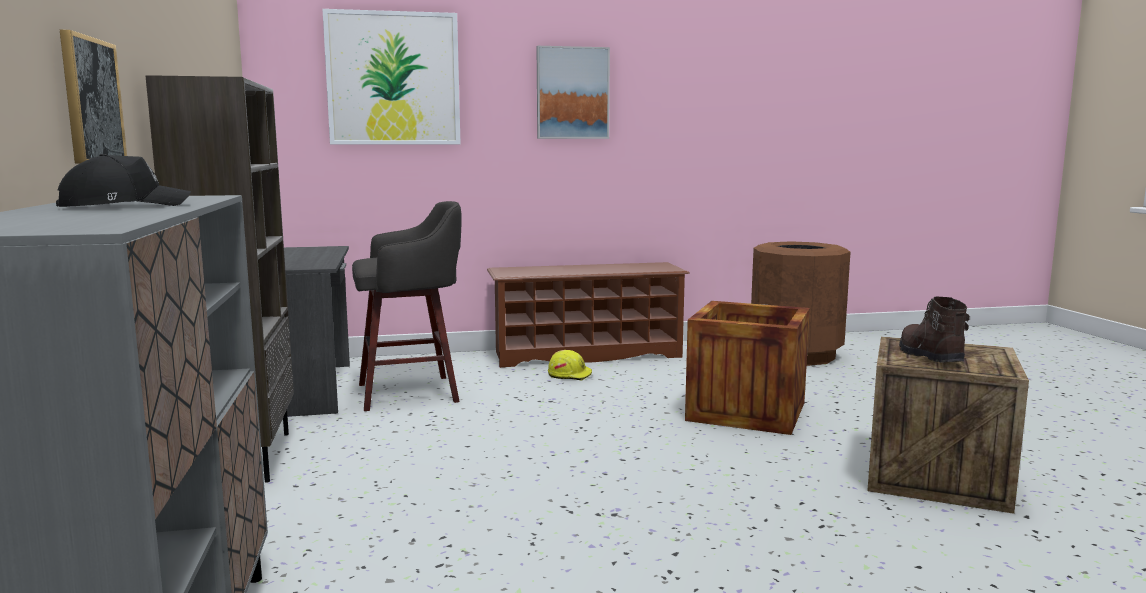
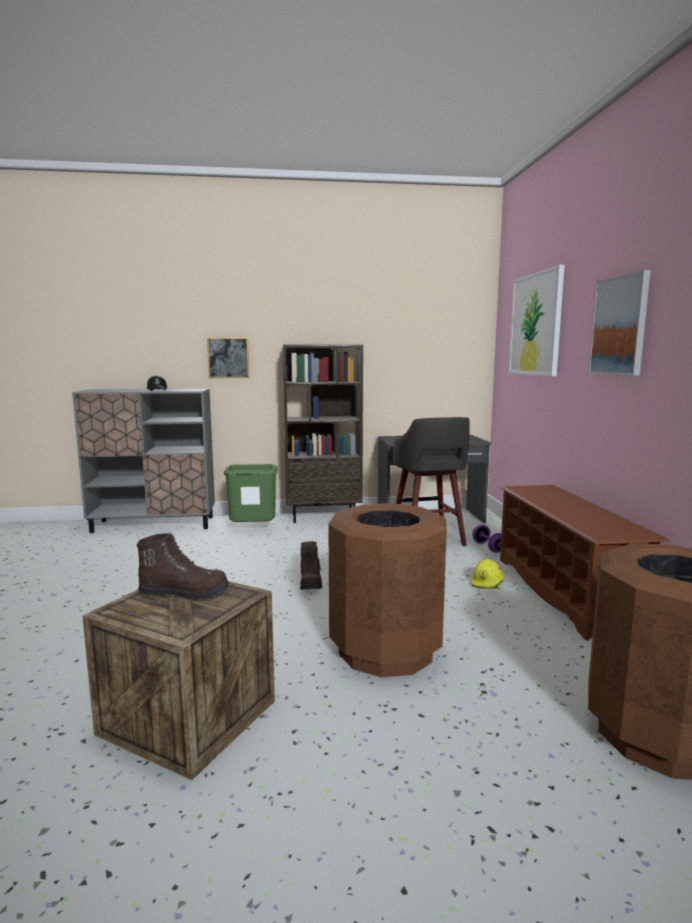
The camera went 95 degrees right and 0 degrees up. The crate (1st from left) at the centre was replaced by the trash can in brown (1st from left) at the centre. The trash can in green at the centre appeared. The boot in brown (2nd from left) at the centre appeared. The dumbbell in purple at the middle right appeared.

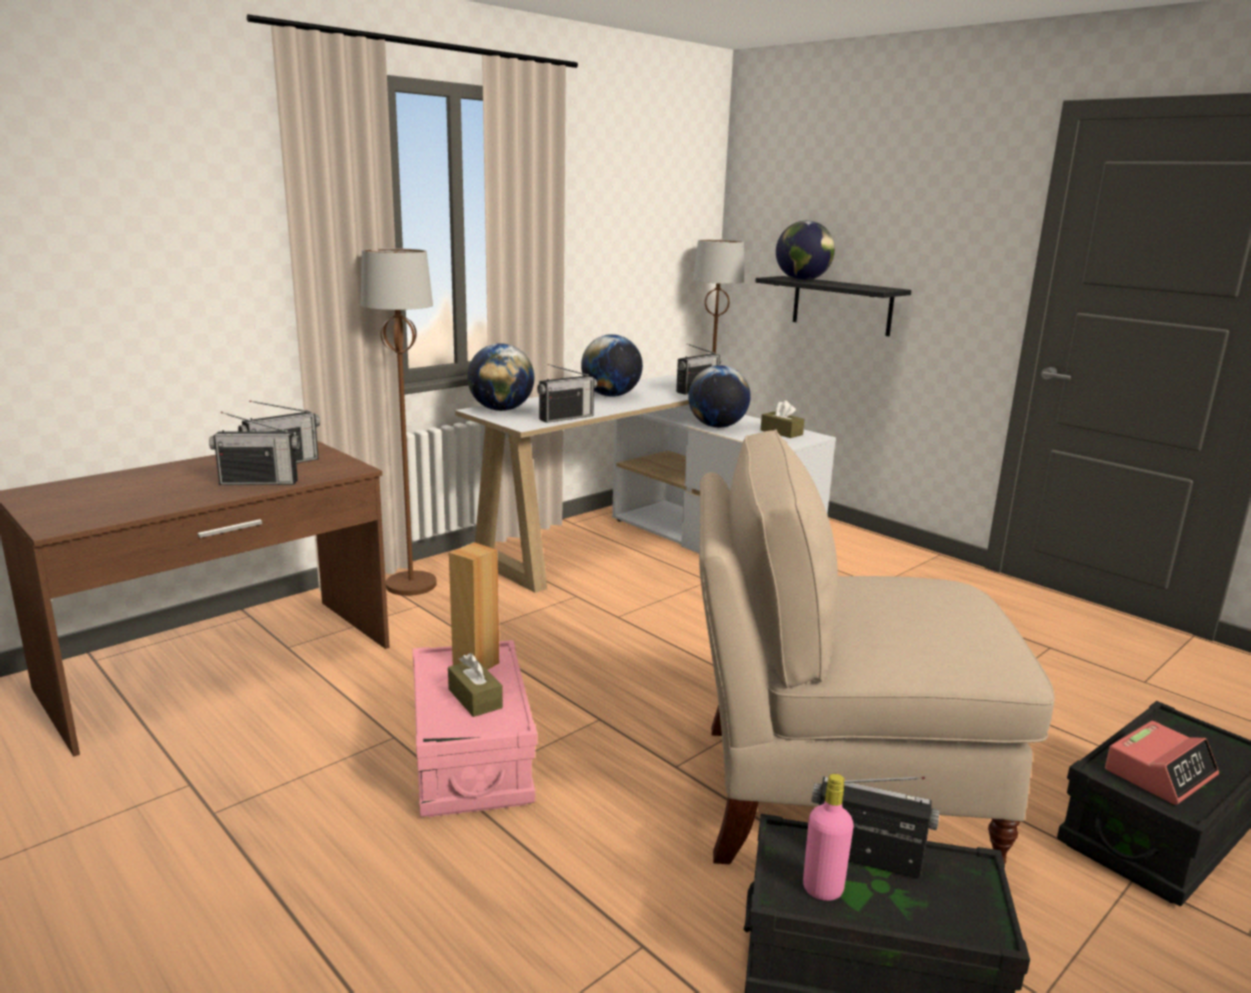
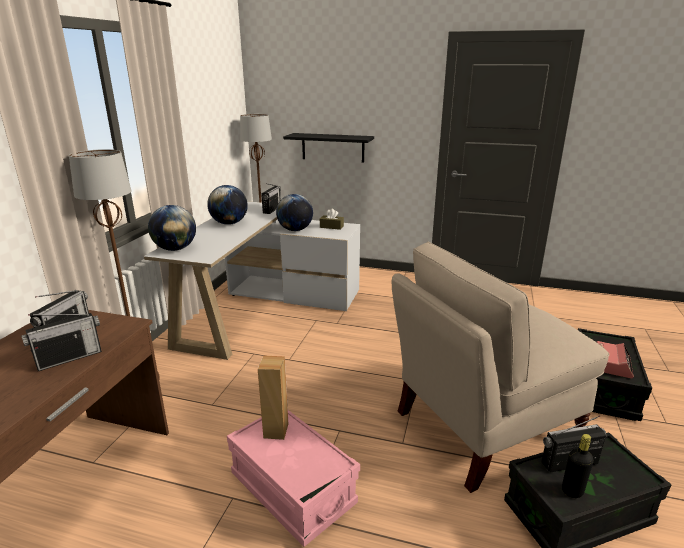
The camera went 30 degrees left and 5 degrees up. The tissue box in brown (1st from left) at the bottom centre disappeared. The radio (3rd from left) at the centre disappeared. The globe (4th from left) at the top centre disappeared. The bottle in pink at the bottom centre became the bottle in black at the bottom right.

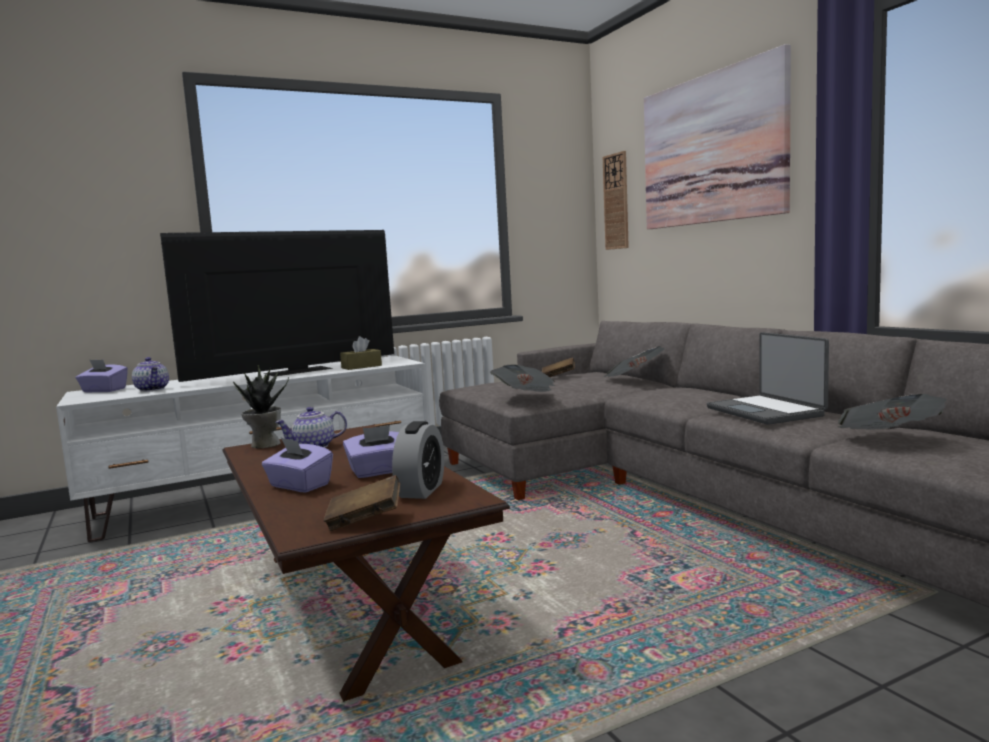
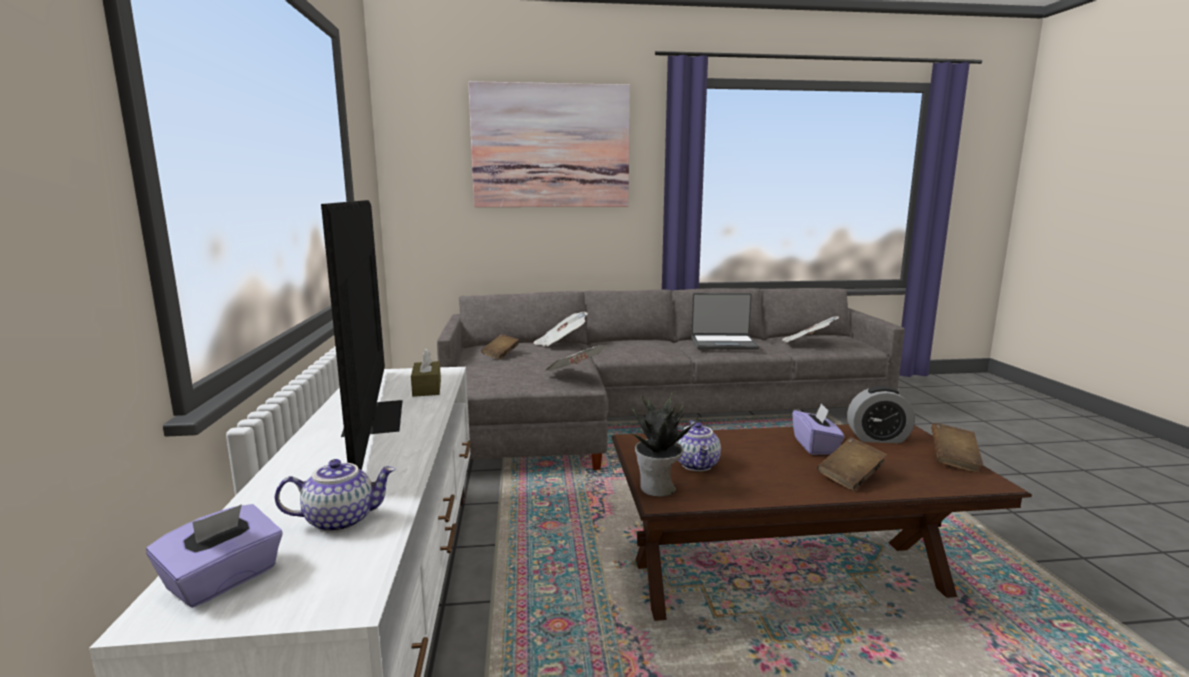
The camera went 70 degrees left and 5 degrees up. The tissue box in purple (2nd from left) at the middle left was replaced by the book in brown (2nd from left) at the bottom right. The alarm clock at the centre turned 150 degrees clockwise. The wall clock at the top centre disappeared.

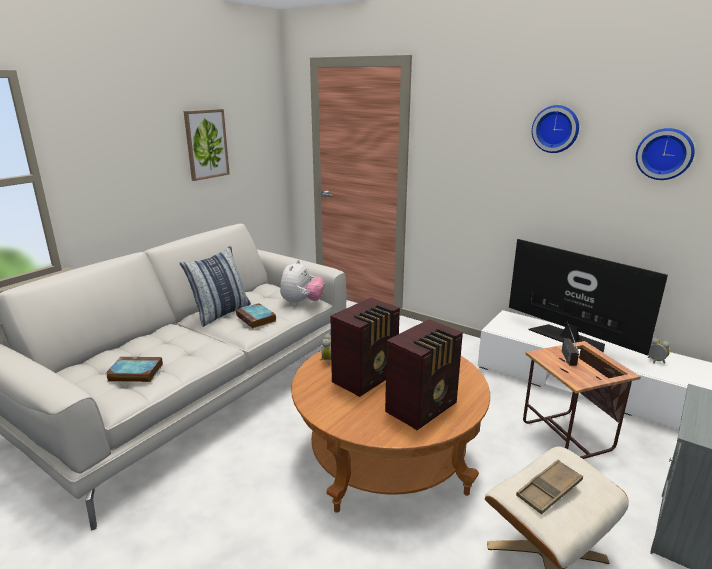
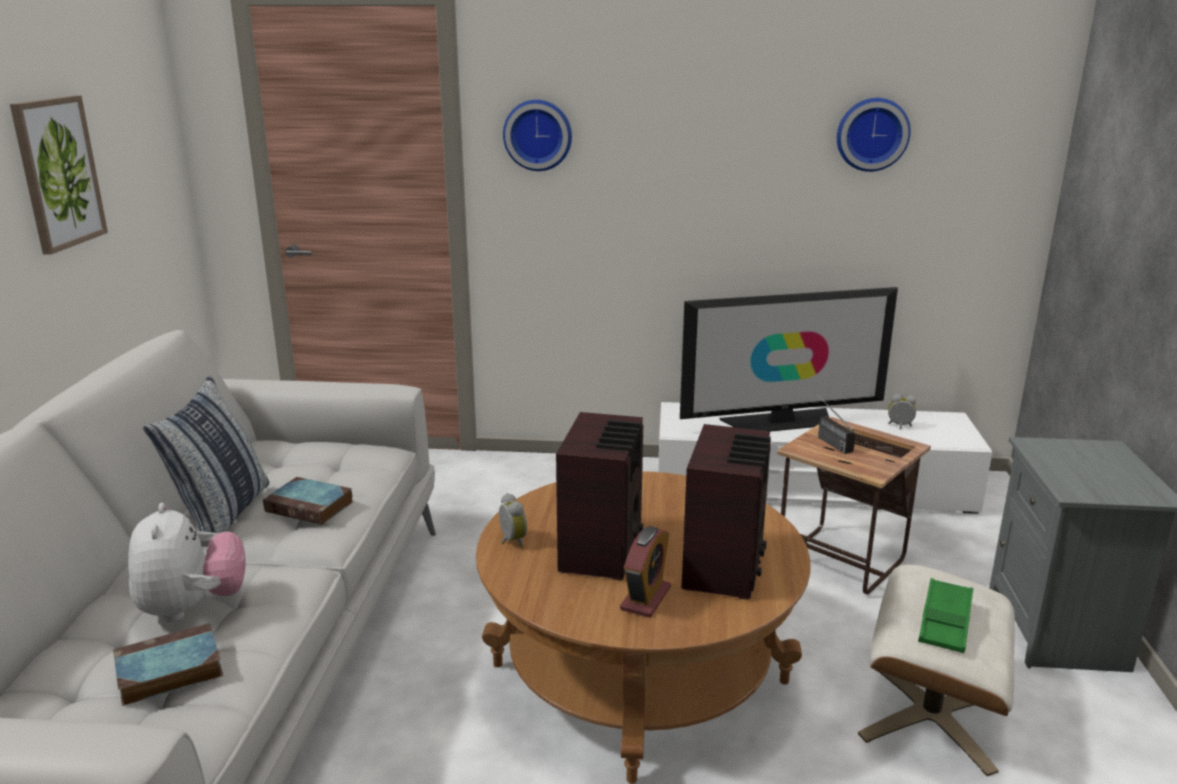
The camera went 30 degrees left and 0 degrees up. The plush toy moved from the centre to the bottom left. The television at the middle right turned 150 degrees clockwise. The tray in brown at the bottom right became the tray in green at the bottom right. The wall clock (1st from left) moved from the top right to the top centre. The alarm clock (2nd from left) at the bottom centre appeared.

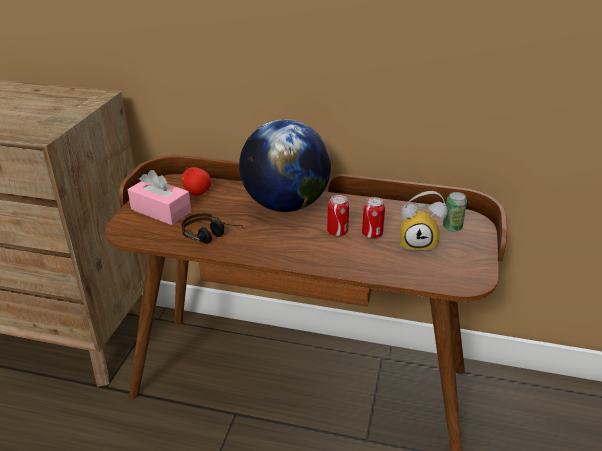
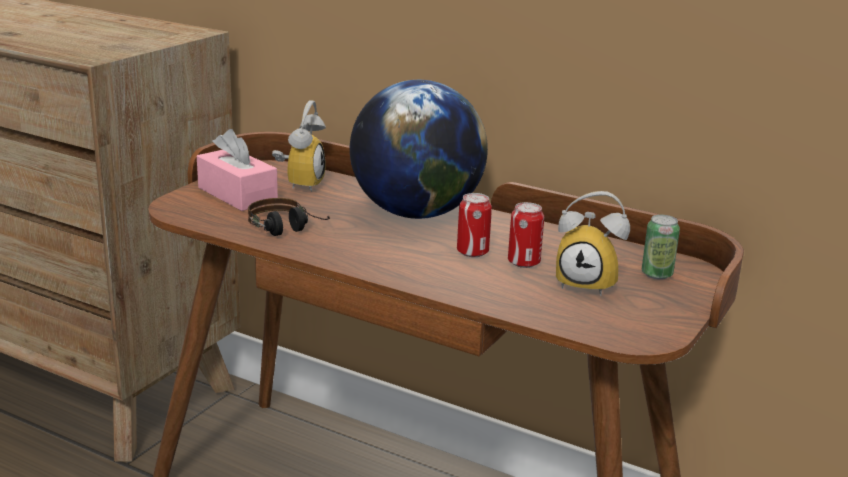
The camera went 15 degrees right and 10 degrees down. The apple at the middle left was replaced by the alarm clock (1st from left) at the top centre.

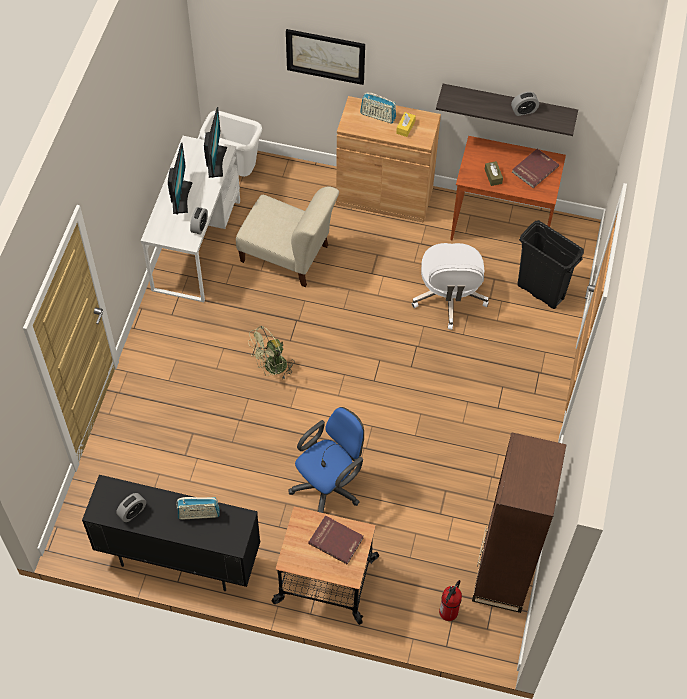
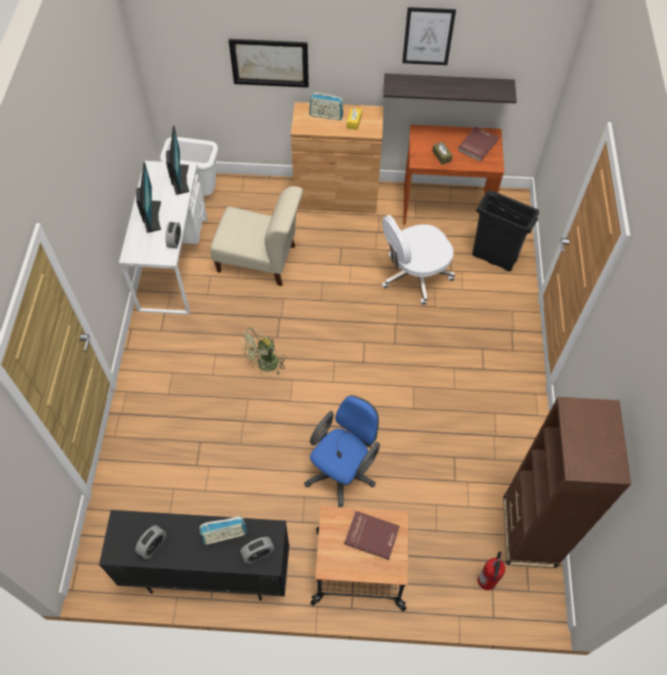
The camera went 10 degrees left and 0 degrees up. The office chair in white at the centre turned 75 degrees clockwise. The alarm clock (3rd from left) moved from the top right to the bottom centre. The picture (2nd from left) at the top centre appeared.

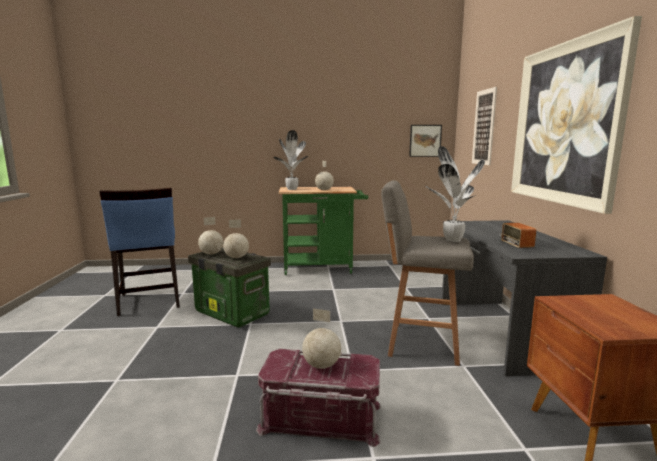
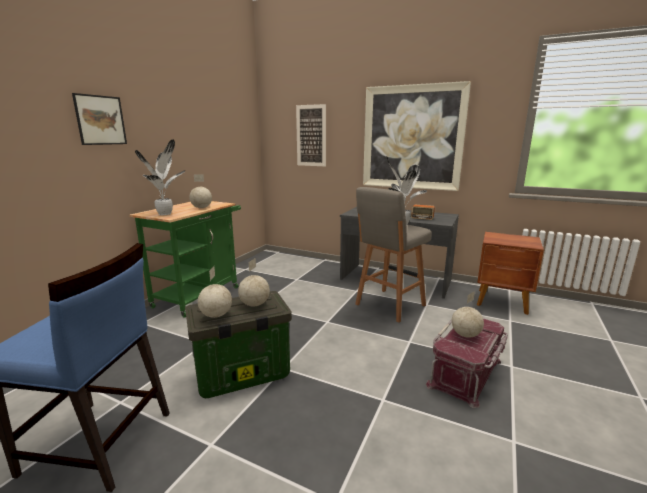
The camera went 60 degrees left and 5 degrees up. The picture (1st from left) moved from the top centre to the top left.

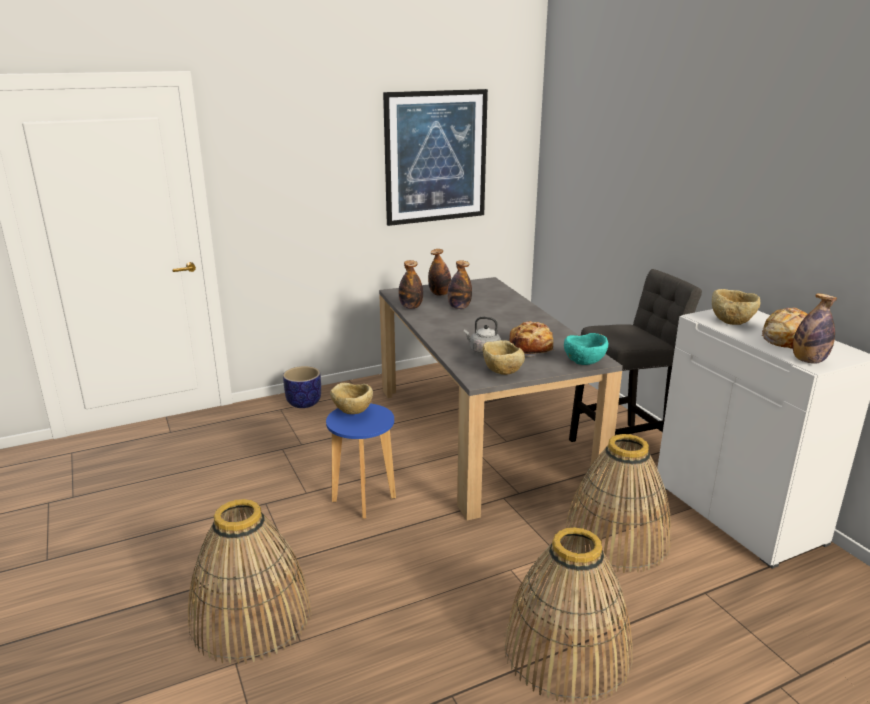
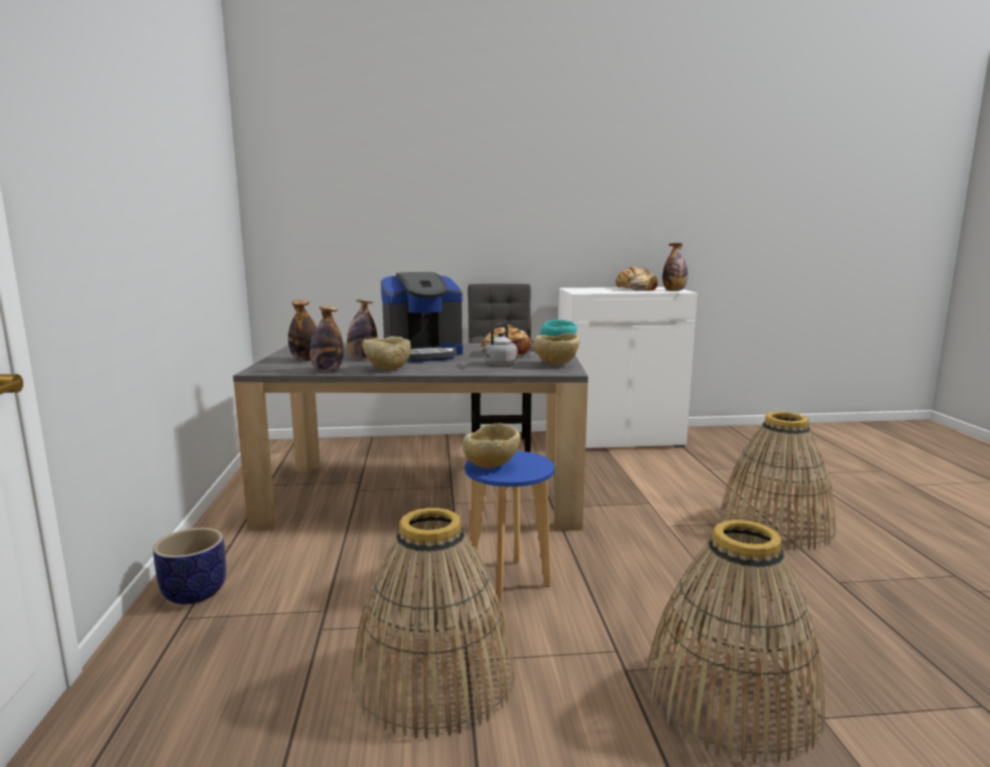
The camera went 70 degrees left and 10 degrees down. The picture at the top centre disappeared. The basket (3rd from left in the first image) moved from the bottom right to the bottom centre. The bowl in beige (3rd from left in the first image) moved from the middle right to the centre. The coffee machine at the centre appeared.

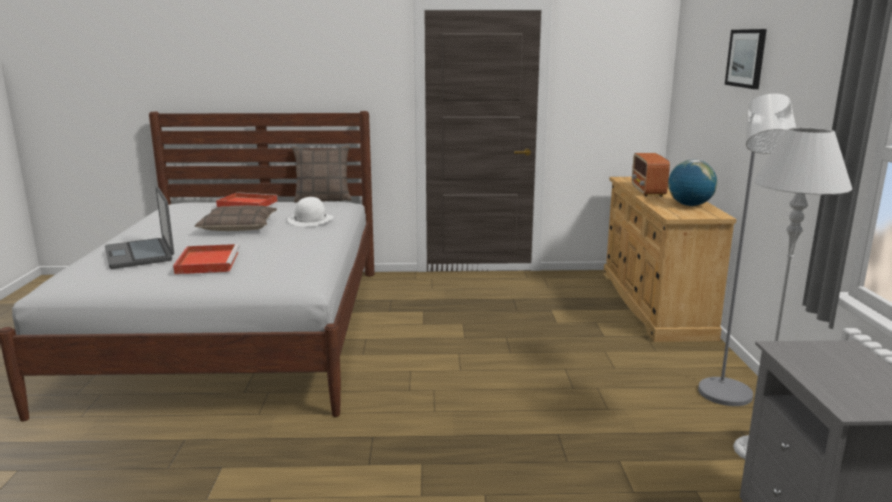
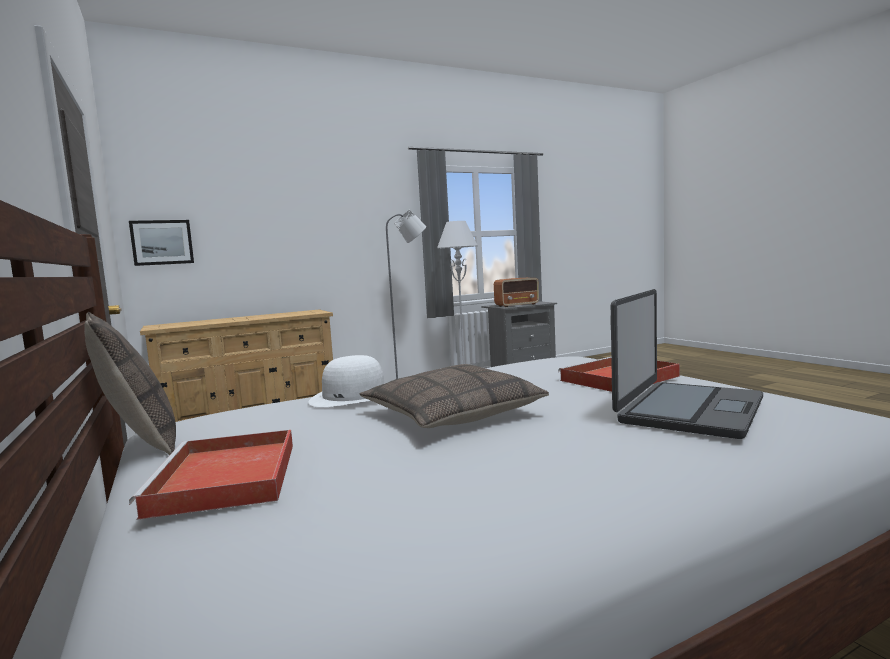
The camera went 115 degrees left and 10 degrees down. The radio moved from the middle right to the centre. The globe at the middle right disappeared. The picture moved from the top right to the middle left.

